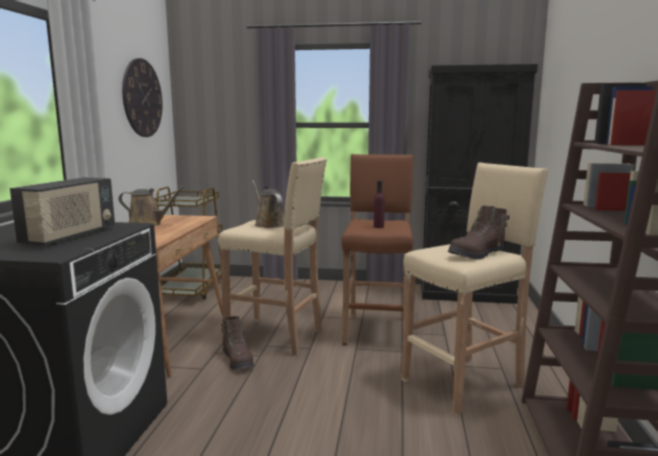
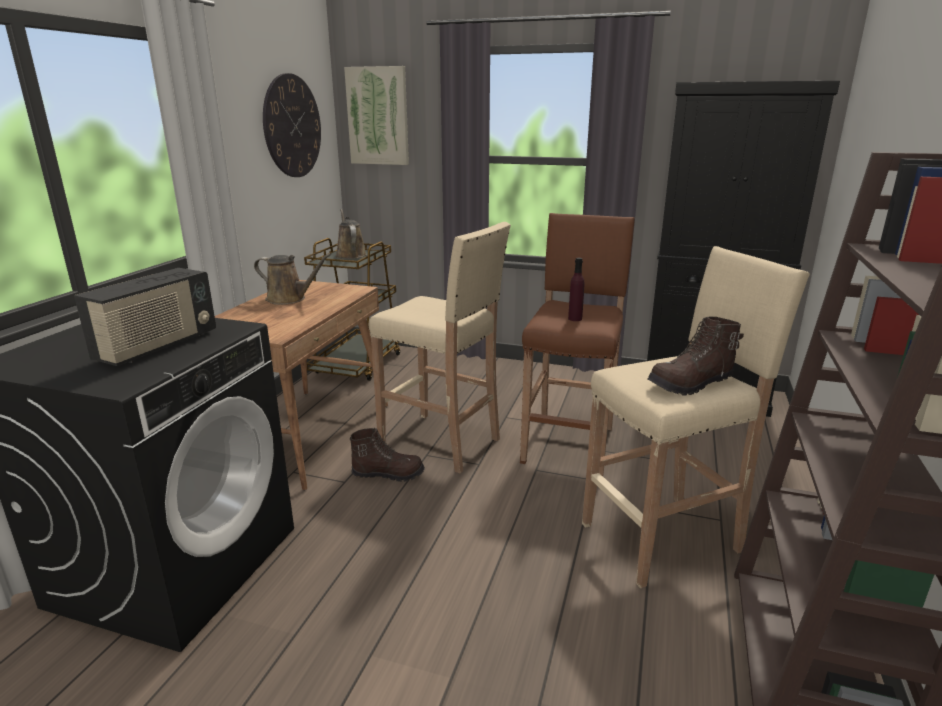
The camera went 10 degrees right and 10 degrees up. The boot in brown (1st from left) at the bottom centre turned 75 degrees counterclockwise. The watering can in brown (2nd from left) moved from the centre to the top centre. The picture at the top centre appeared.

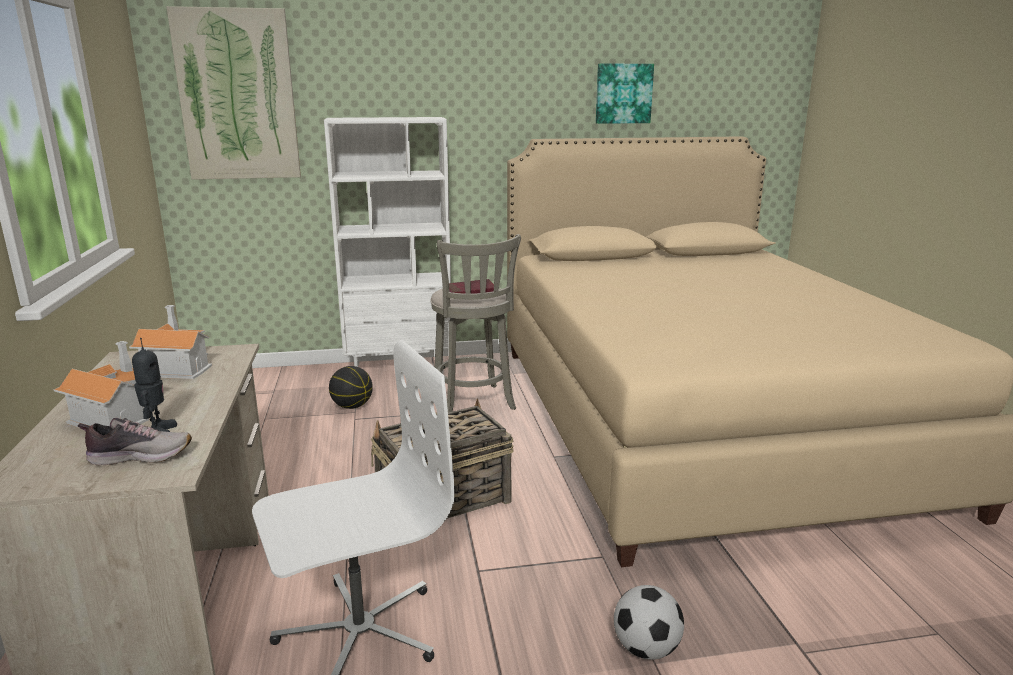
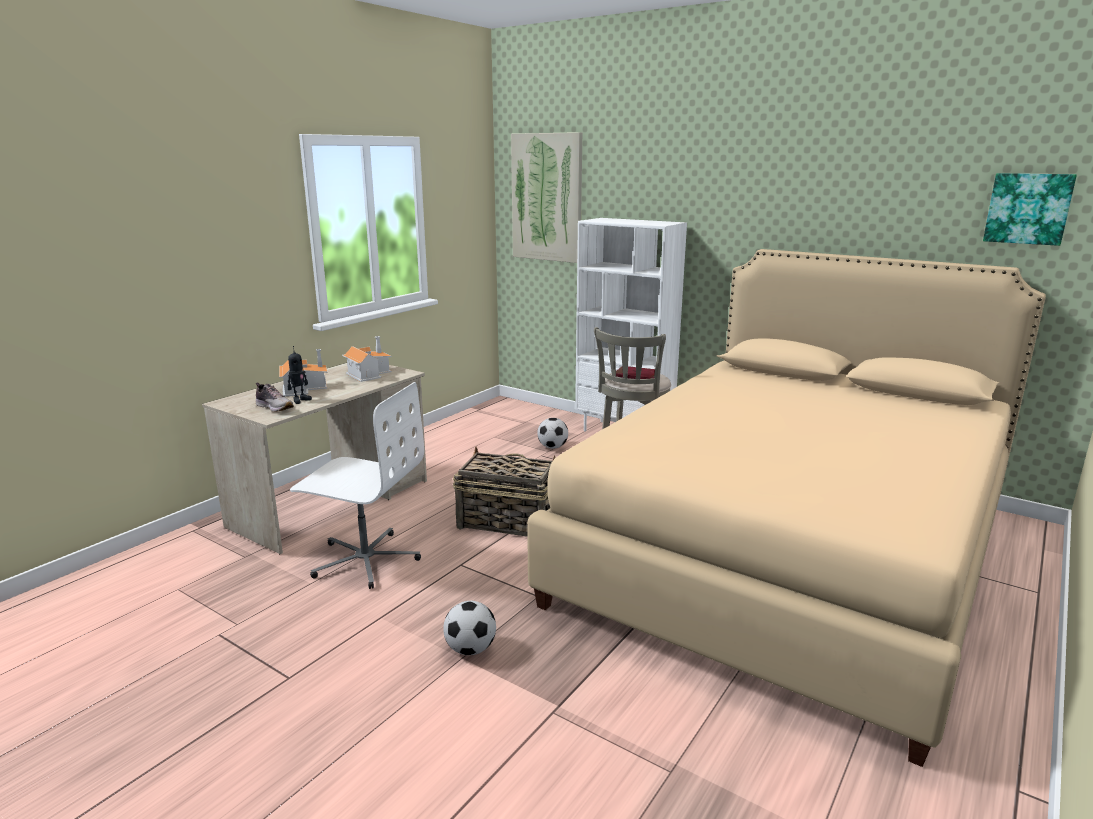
The camera went 45 degrees right and 0 degrees up. The basketball at the centre was replaced by the football (2nd from left) at the centre. The picture (2nd from left) moved from the top centre to the top right.

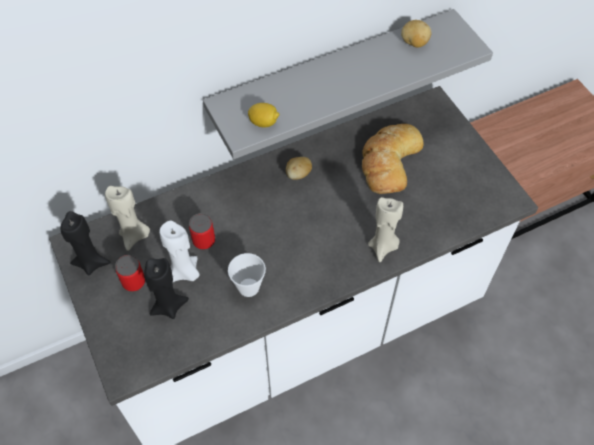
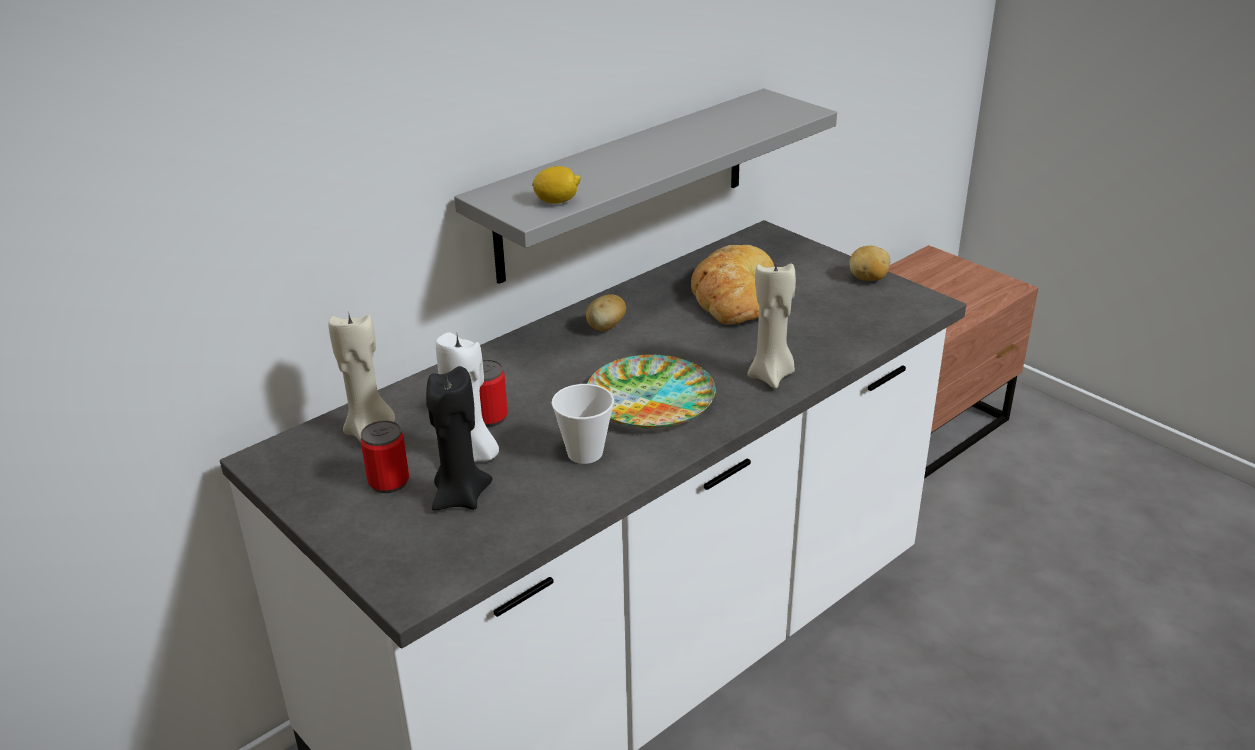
The camera went 15 degrees left and 25 degrees down. The candle in black (1st from left) at the middle left disappeared. The potato (2nd from left) moved from the top right to the middle right. The plate at the centre appeared.

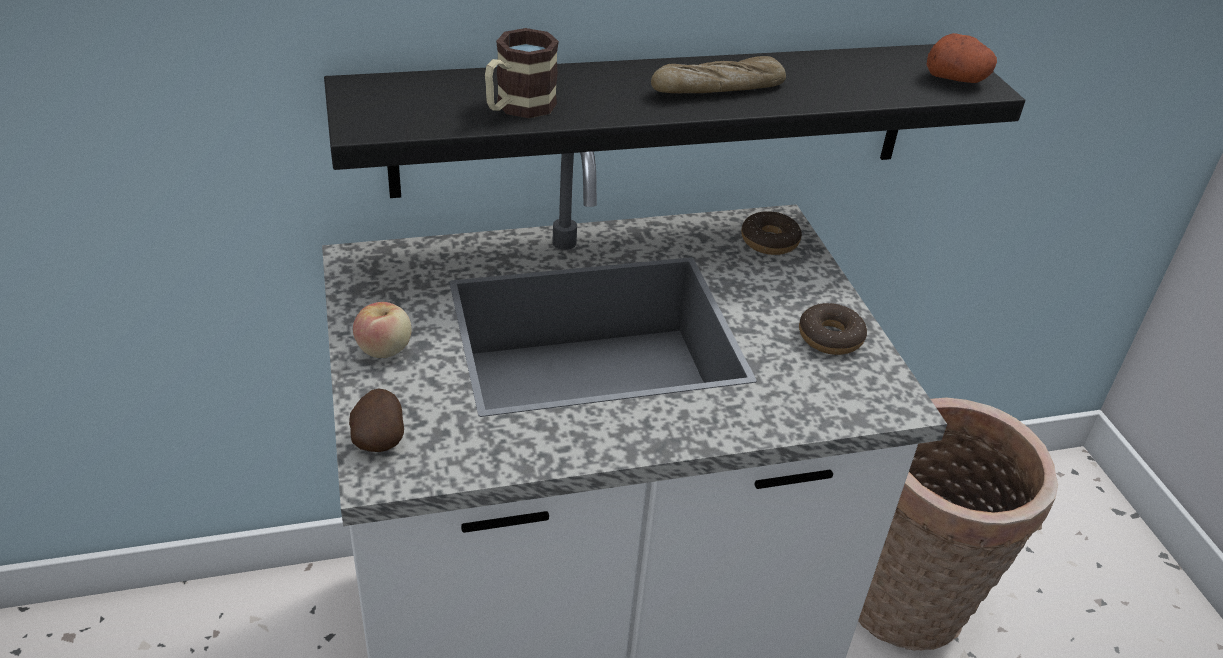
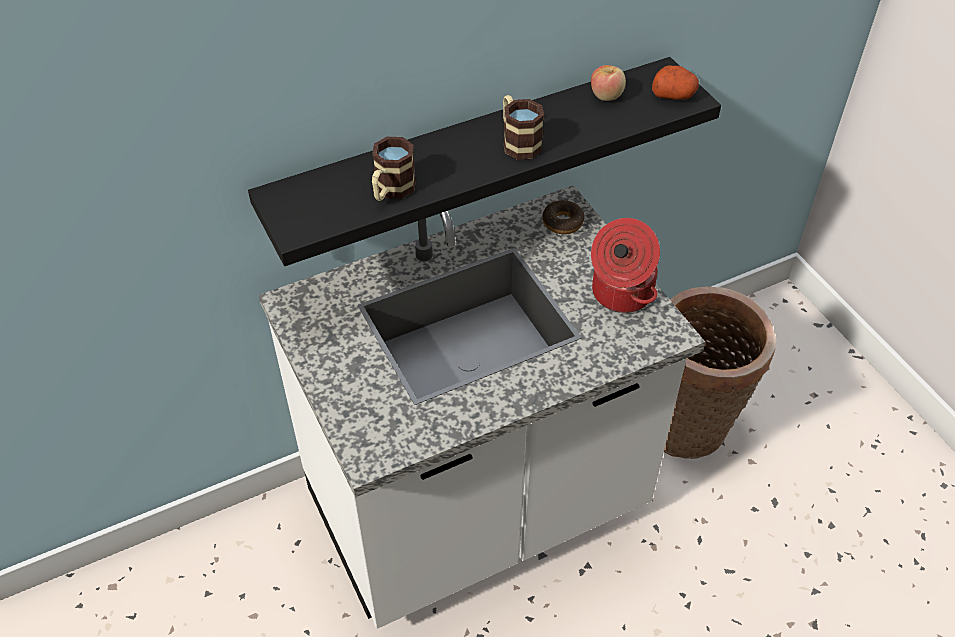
The camera went 10 degrees left and 10 degrees up. The potato (1st from left) at the middle left disappeared. The apple moved from the middle left to the top centre. The bread at the top centre was replaced by the mug (2nd from left) at the top centre. The donut (2nd from left) at the middle right was replaced by the cooking pot at the centre.

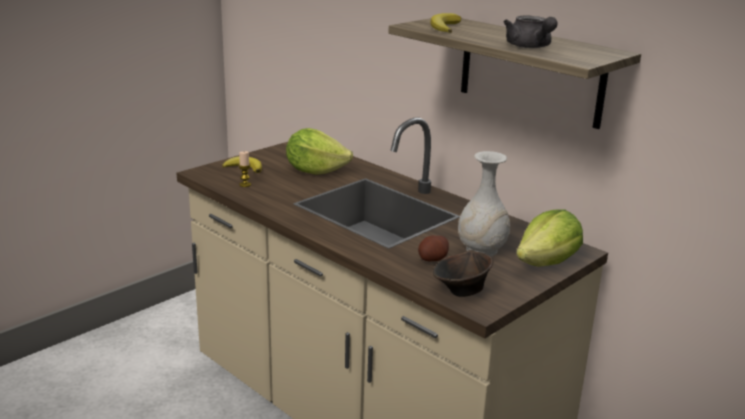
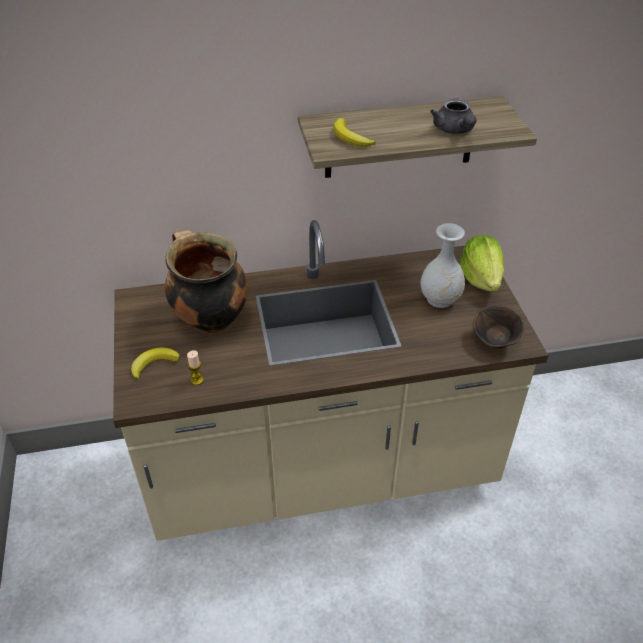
The camera went 55 degrees left and 20 degrees up. The lettuce (1st from left) at the centre was replaced by the cooking pot at the middle left. The potato at the centre disappeared. The teapot in grey at the top right turned 60 degrees clockwise.

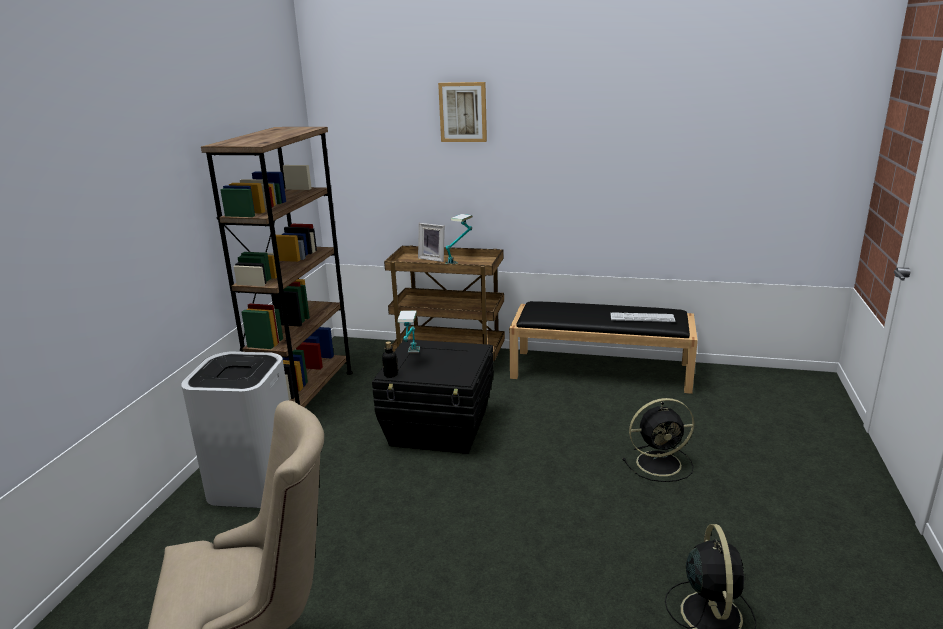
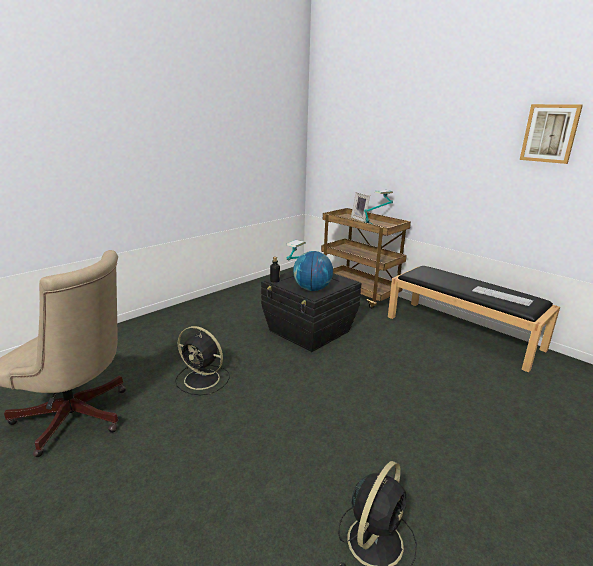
The camera went 30 degrees right and 0 degrees up. The trash can in white at the bottom left disappeared. The bookcase in brown at the middle left disappeared. The picture moved from the top centre to the top right. The fan in black (1st from left) moved from the bottom right to the centre. The globe at the centre appeared.

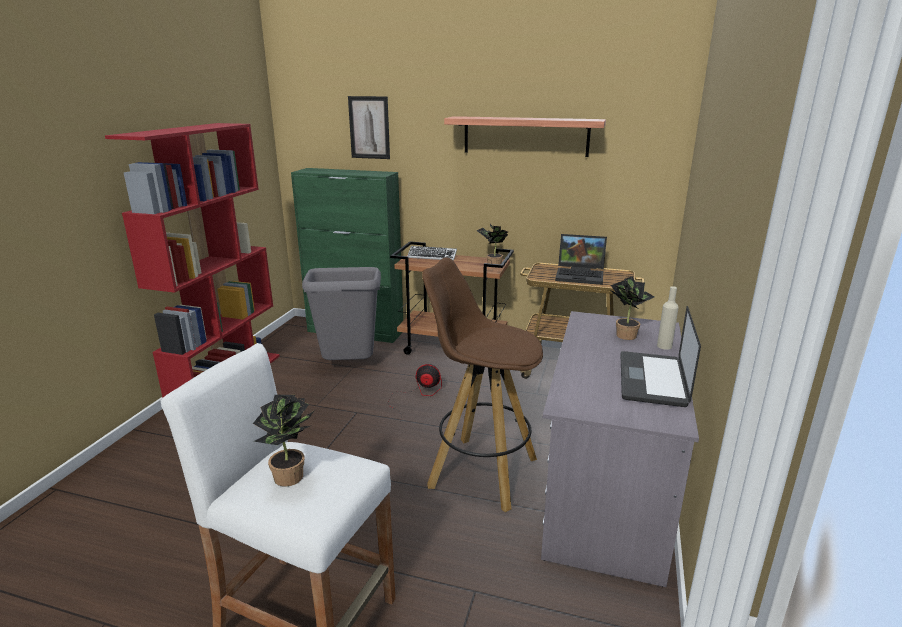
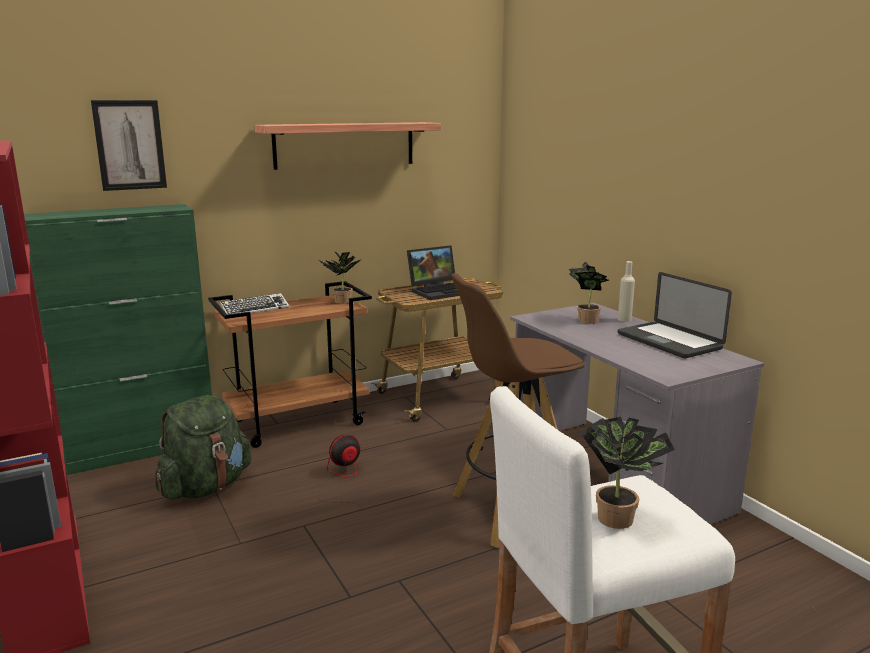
The camera went 45 degrees left and 5 degrees down. The trash can in grey at the centre was replaced by the backpack in green at the bottom left.

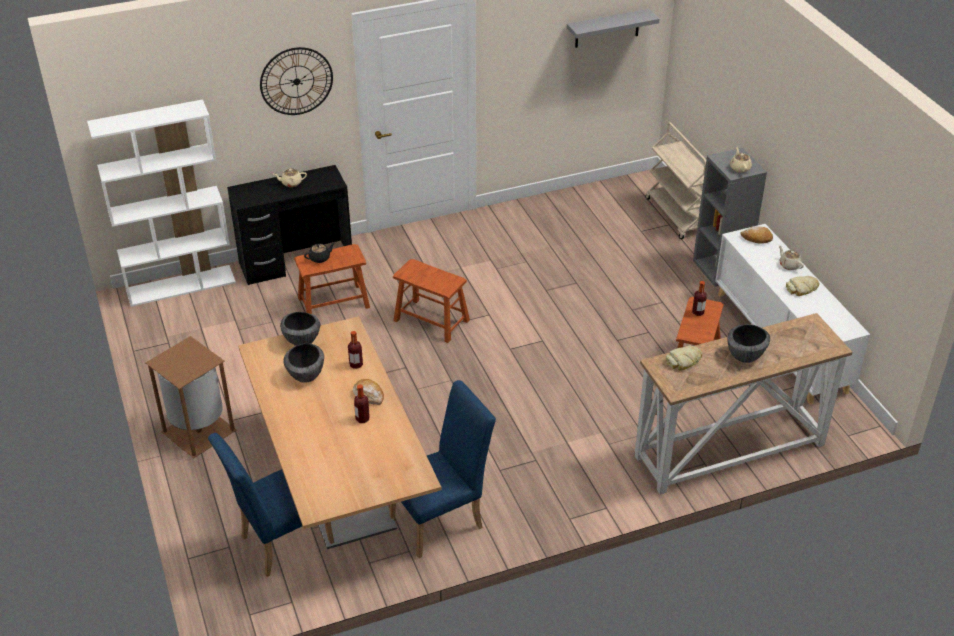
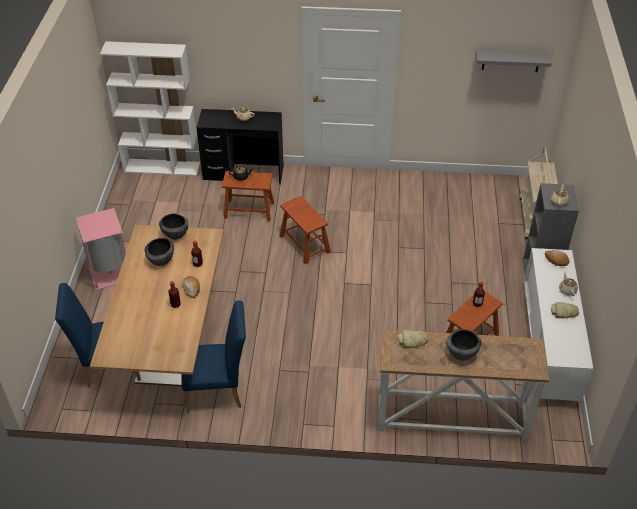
The camera went 25 degrees right and 5 degrees up. The trash can in brown at the middle left became the trash can in pink at the middle left. The wall clock at the top left disappeared.

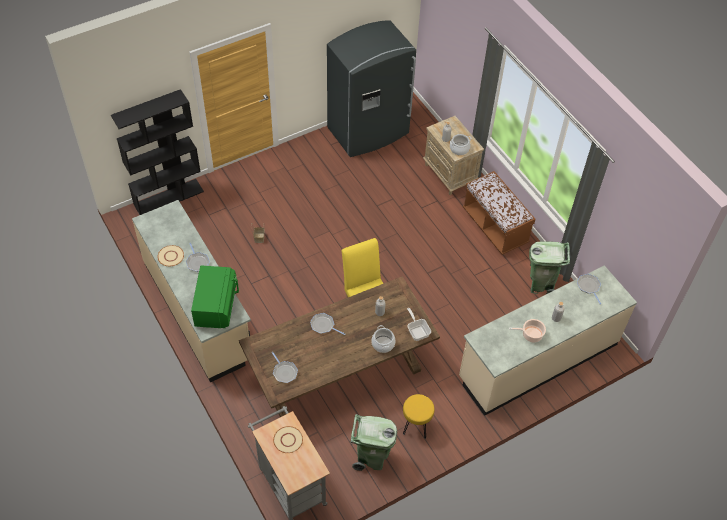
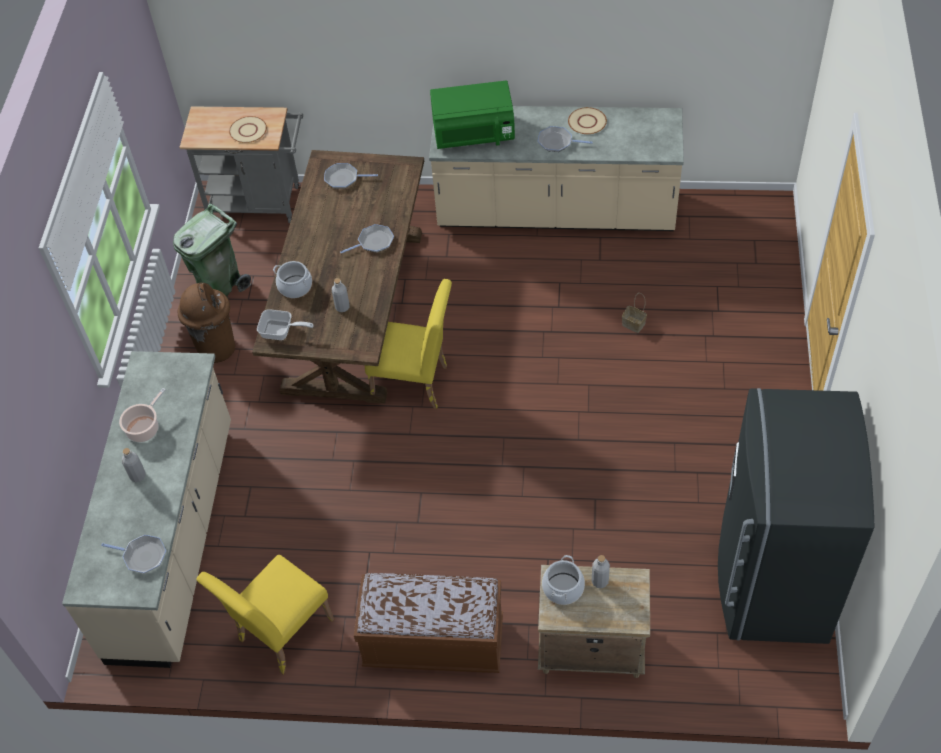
The camera went 130 degrees right and 0 degrees up. The bookcase in black at the top left disappeared. The microwave in green at the middle left turned 45 degrees counterclockwise. The stool in yellow at the bottom centre was replaced by the trash can in brown at the middle left. The trash can in green (2nd from left) at the middle right was replaced by the chair in yellow (1st from left) at the bottom left.

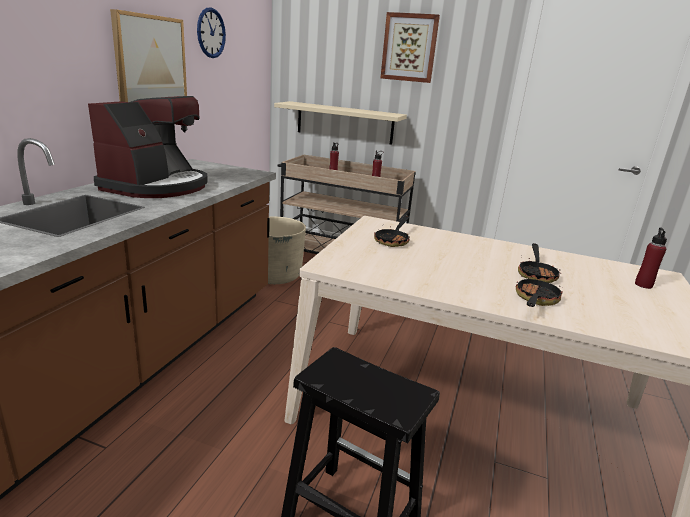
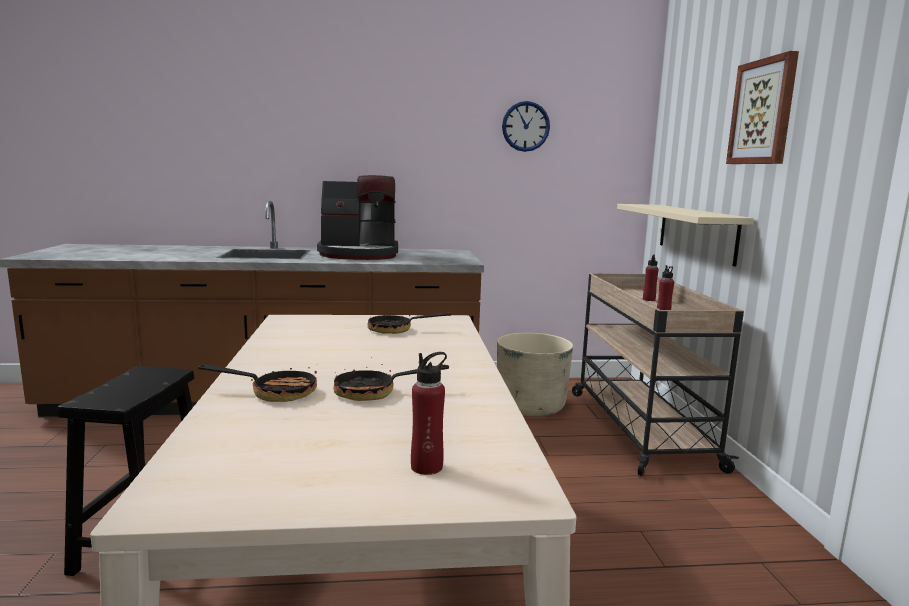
The camera went 65 degrees right and 10 degrees down. The picture (1st from left) at the top left disappeared.

